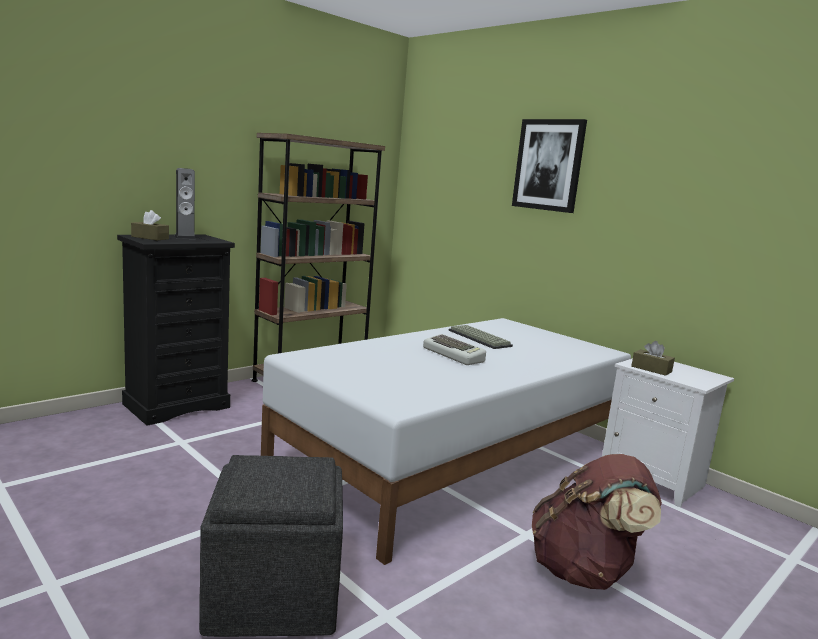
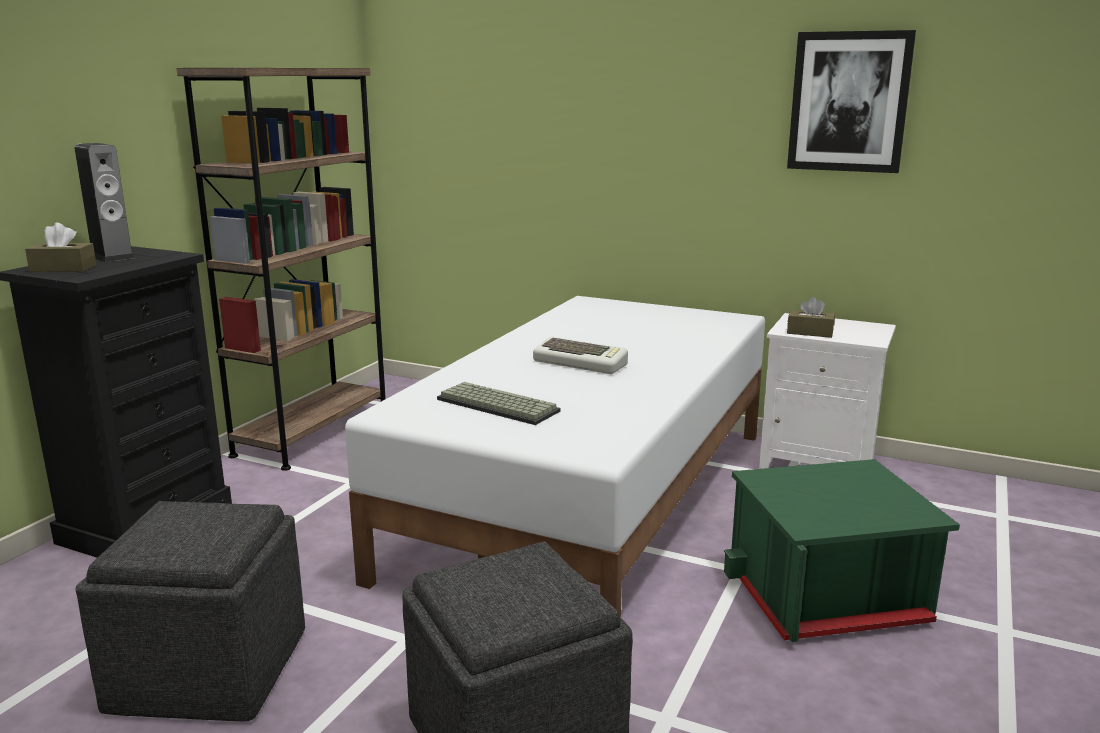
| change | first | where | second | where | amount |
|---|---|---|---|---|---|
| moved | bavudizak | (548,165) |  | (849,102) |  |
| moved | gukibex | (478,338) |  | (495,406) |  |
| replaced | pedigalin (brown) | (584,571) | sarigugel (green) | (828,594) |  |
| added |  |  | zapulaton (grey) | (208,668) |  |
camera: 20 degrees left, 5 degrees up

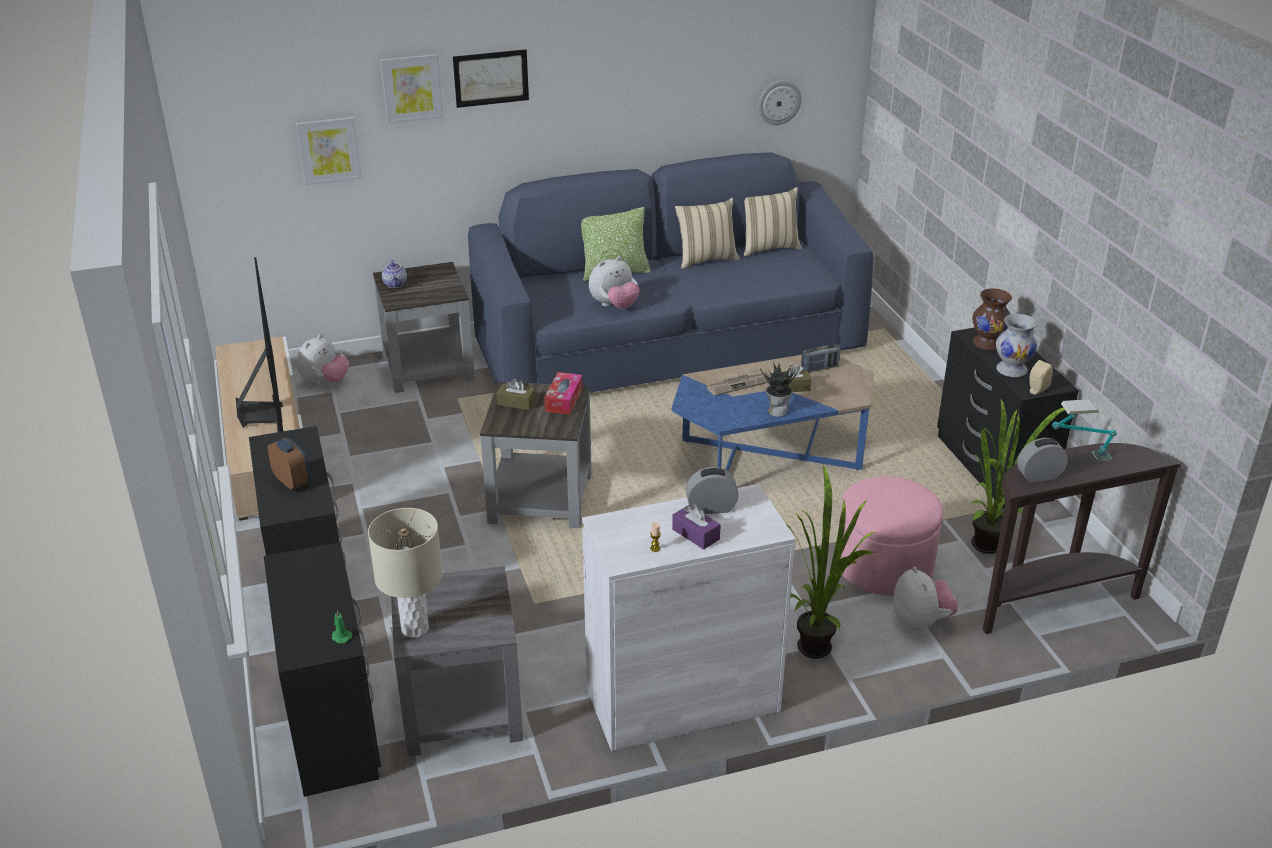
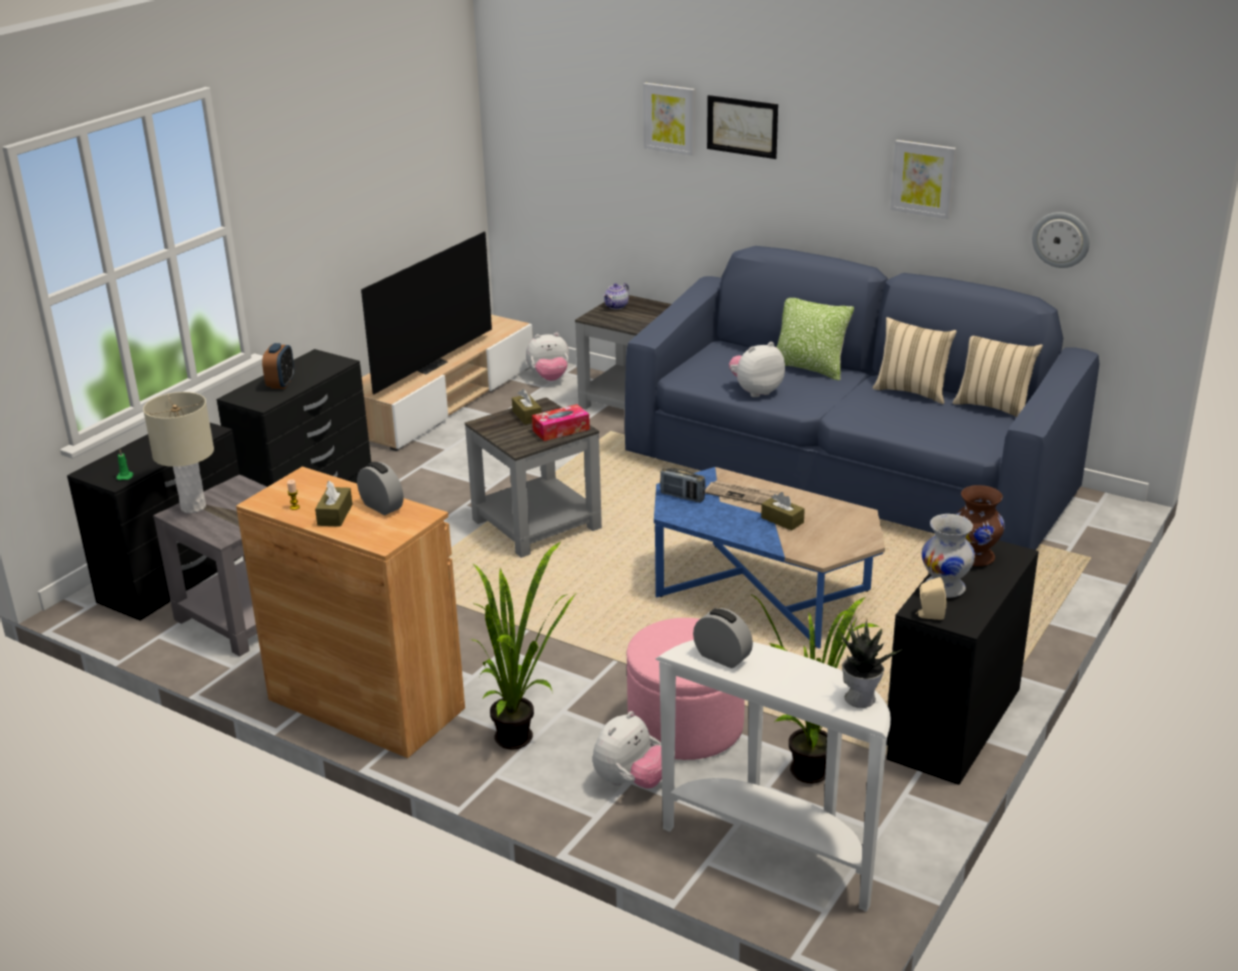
| change | first | where | second | where | amount |
|---|---|---|---|---|---|
| moved | bavudizak | (329,150) |  | (923,178) |  |
| turned | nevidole | (614,306) |  | (755,391) | 135 degrees clockwise |
| moved | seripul | (819,368) |  | (682,497) |  |
| moved | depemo | (777,410) |  | (861,697) |  |
| removed | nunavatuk | (1078,458) |  |  |  |
| recoloured | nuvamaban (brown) | (1050,601) | nuvamaban (white) | (774,850) |  |
| recoloured | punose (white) | (682,700) | punose (brown) | (366,704) |  |
| recoloured | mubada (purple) | (695,534) | mubada (brown) | (335,515) |  |
camera: 50 degrees right, 5 degrees down

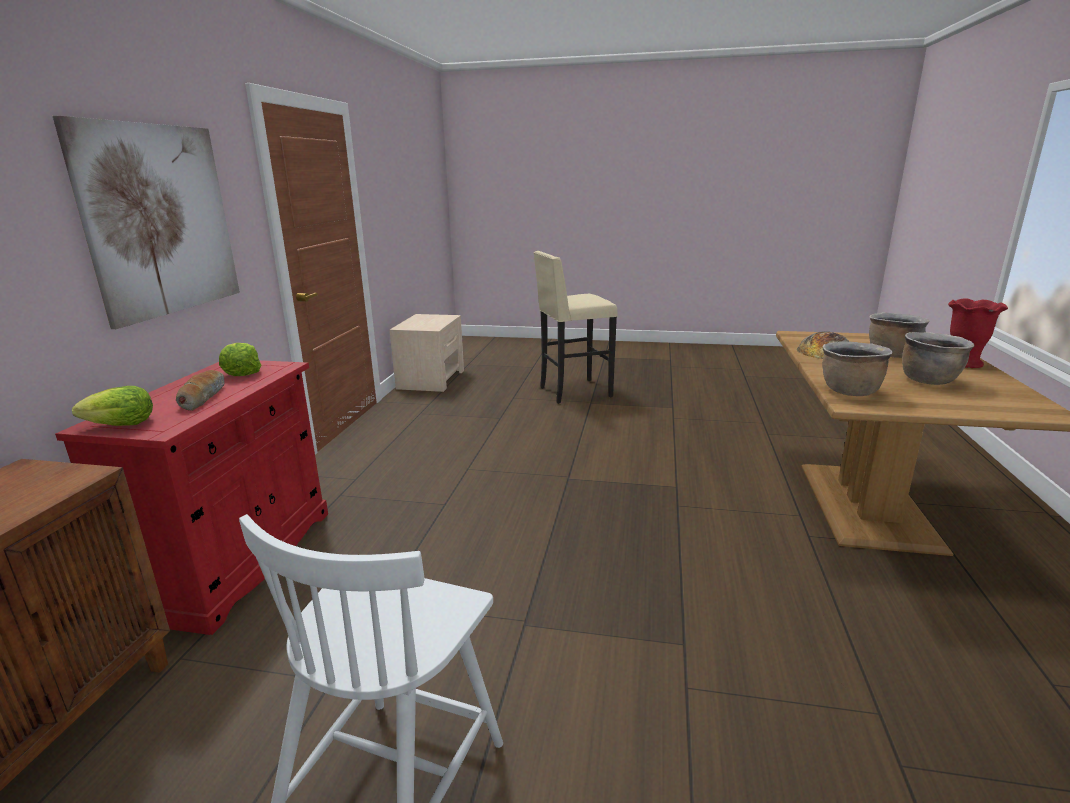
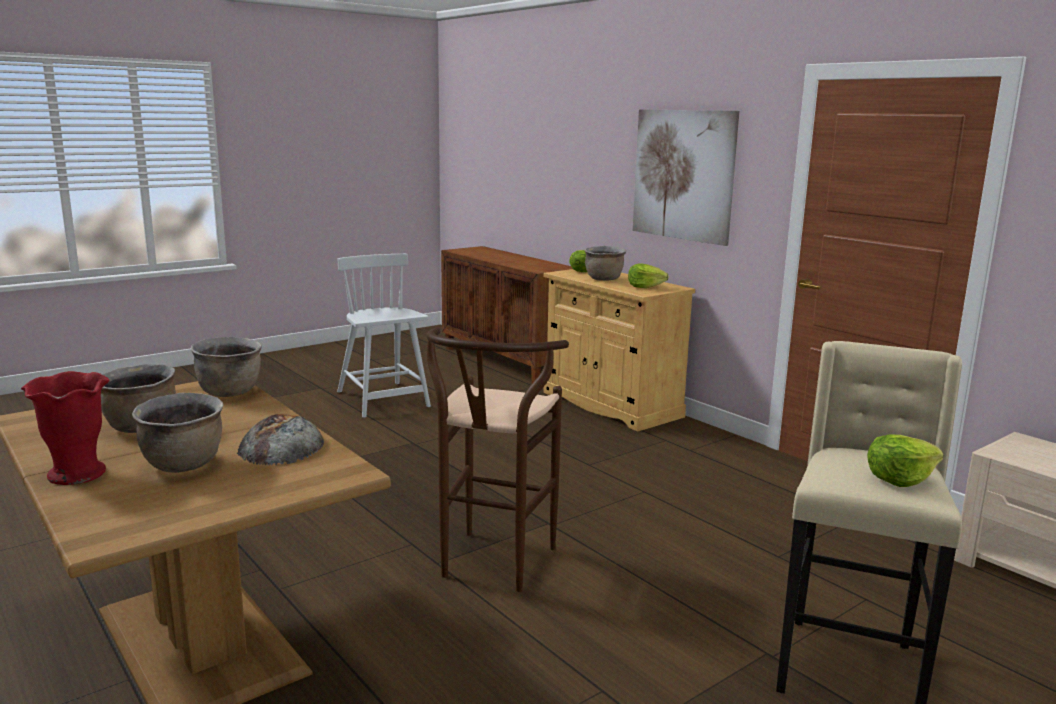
| change | first | where | second | where | amount |
|---|---|---|---|---|---|
| recoloured | punose (red) | (238,561) | punose (beige) | (611,404) |  |
| replaced | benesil | (202,397) | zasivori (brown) | (604,279) |  |
| added |  |  | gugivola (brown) | (492,567) |  |
| added |  |  | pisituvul | (899,479) |  |
camera: 130 degrees right, 5 degrees down

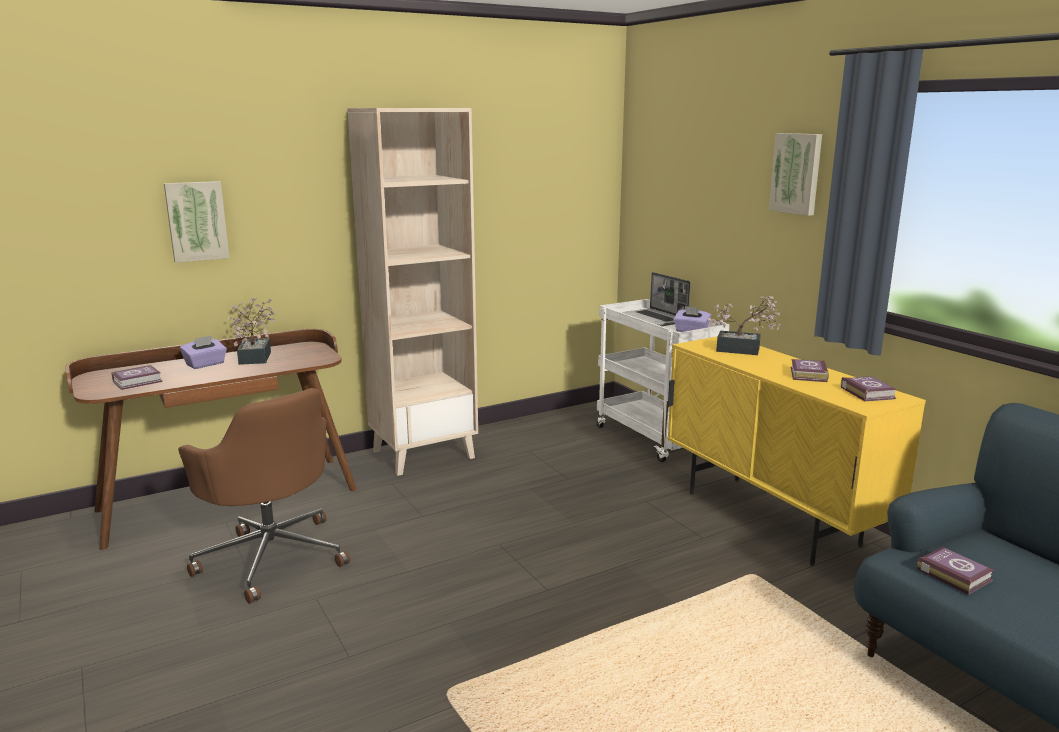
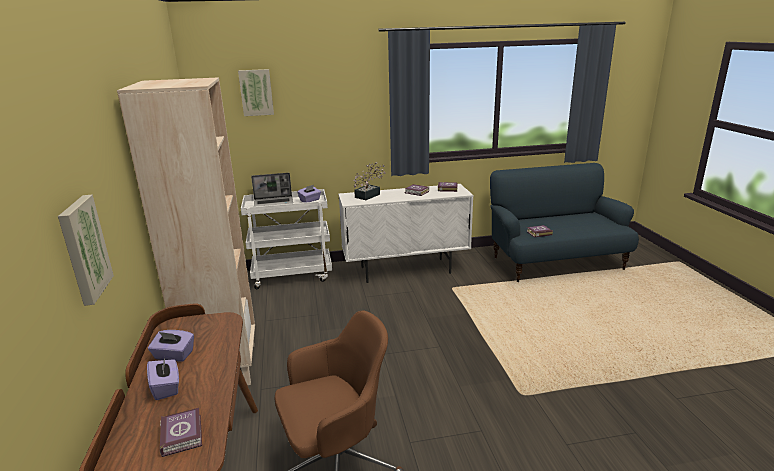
| change | first | where | second | where | amount |
|---|---|---|---|---|---|
| moved | bavudizak | (797,173) |  | (256,92) |  |
| replaced | depemo | (256,356) | mubada (purple) | (174,355) |  |
| recoloured | punose (yellow) | (771,518) | punose (white) | (406,270) |  |
camera: 70 degrees left, 5 degrees up

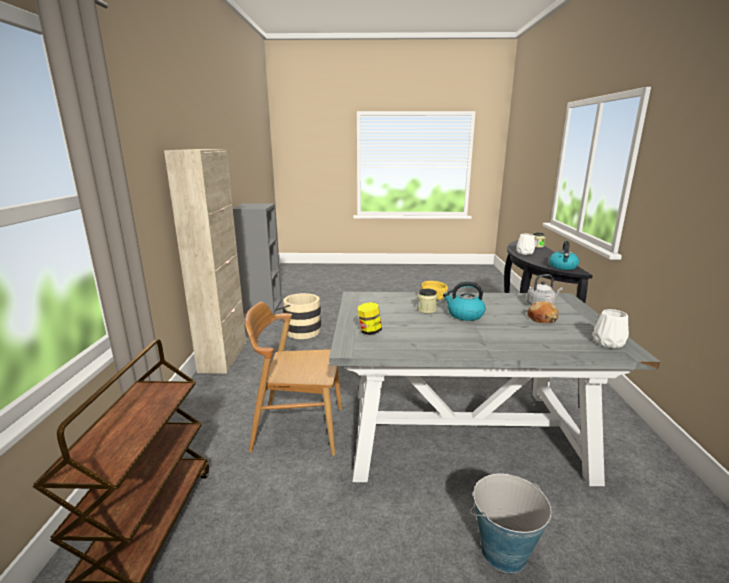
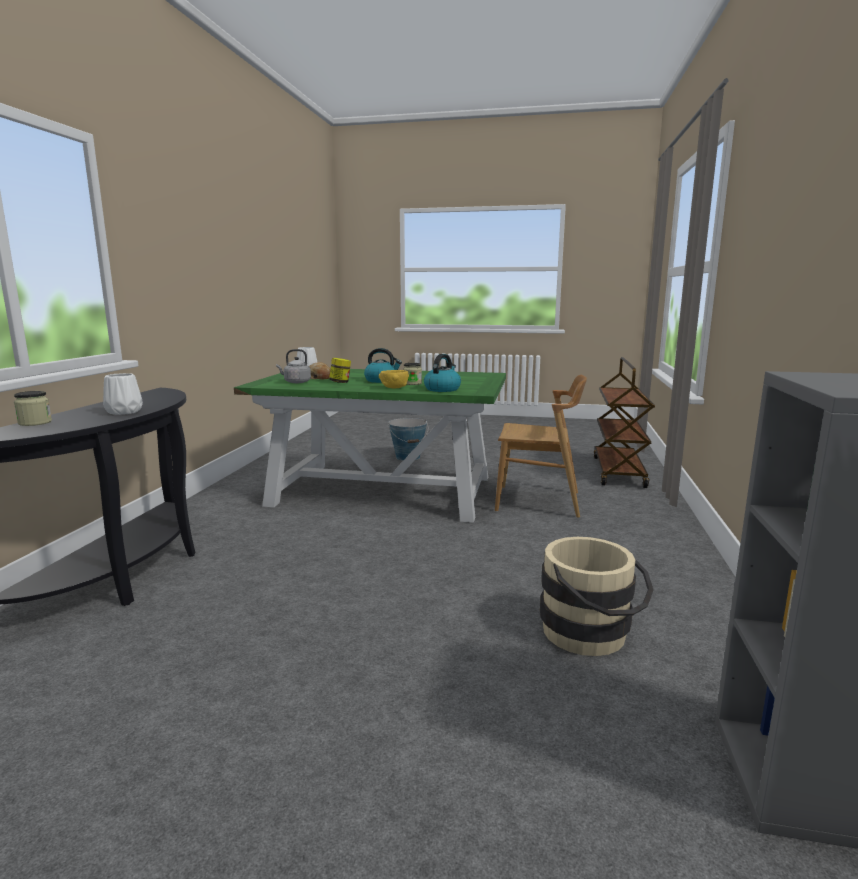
| change | first | where | second | where | amount |
|---|---|---|---|---|---|
| removed | punose (beige) | (223,357) |  |  |  |
| moved | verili | (563,267) |  | (442,389) |  |
| recoloured | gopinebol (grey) | (460,432) | gopinebol (green) | (384,491) |  |
| moved | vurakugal | (369,331) |  | (340,382) |  |
camera: 170 degrees left, 5 degrees down

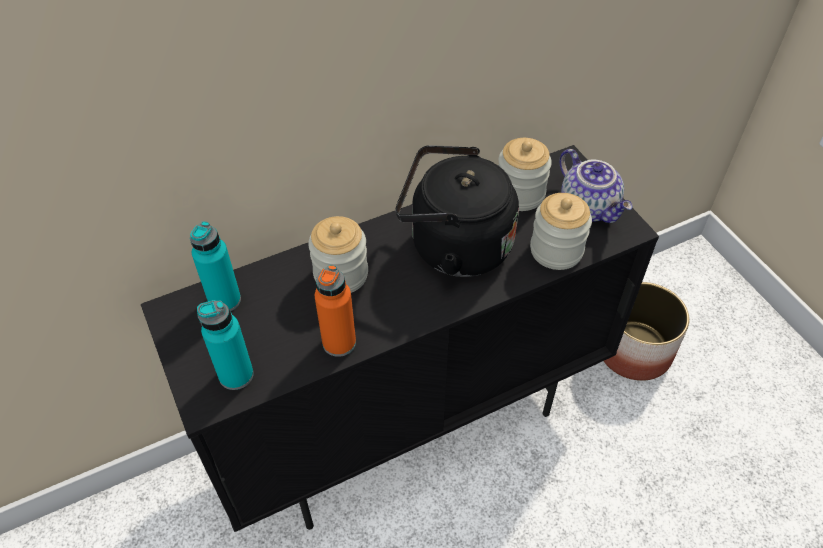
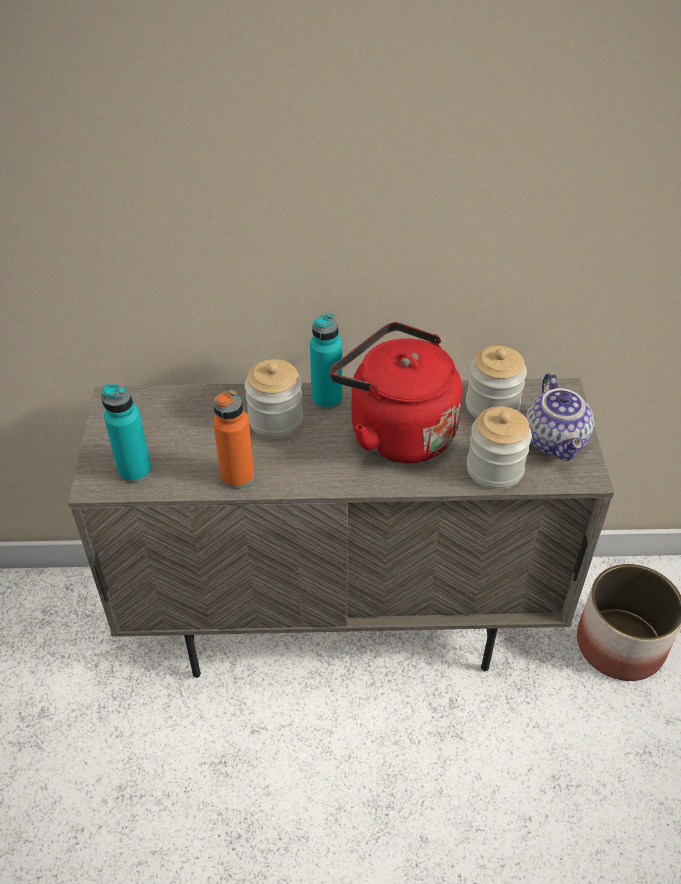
| change | first | where | second | where | amount |
|---|---|---|---|---|---|
| recoloured | punose (black) | (410,425) | punose (beige) | (341,623) |  |
| recoloured | verili (black) | (454,246) | verili (red) | (396,431) |  |
| moved | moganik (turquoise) | (224,300) |  | (326,399) |  |
camera: 25 degrees right, 5 degrees down

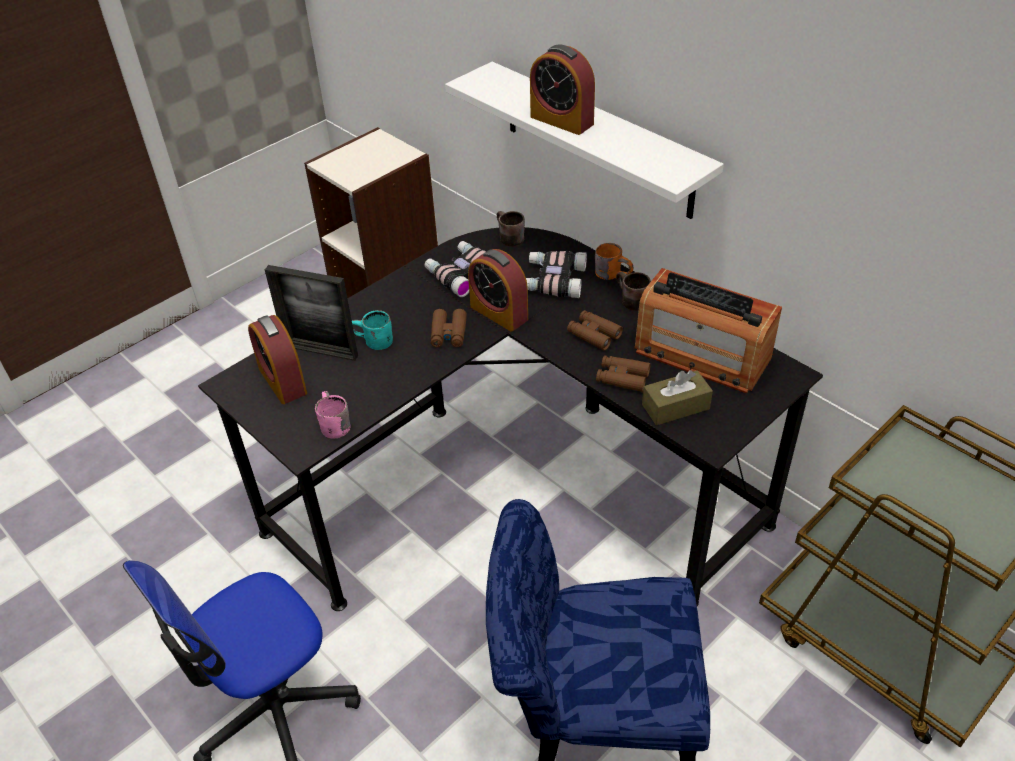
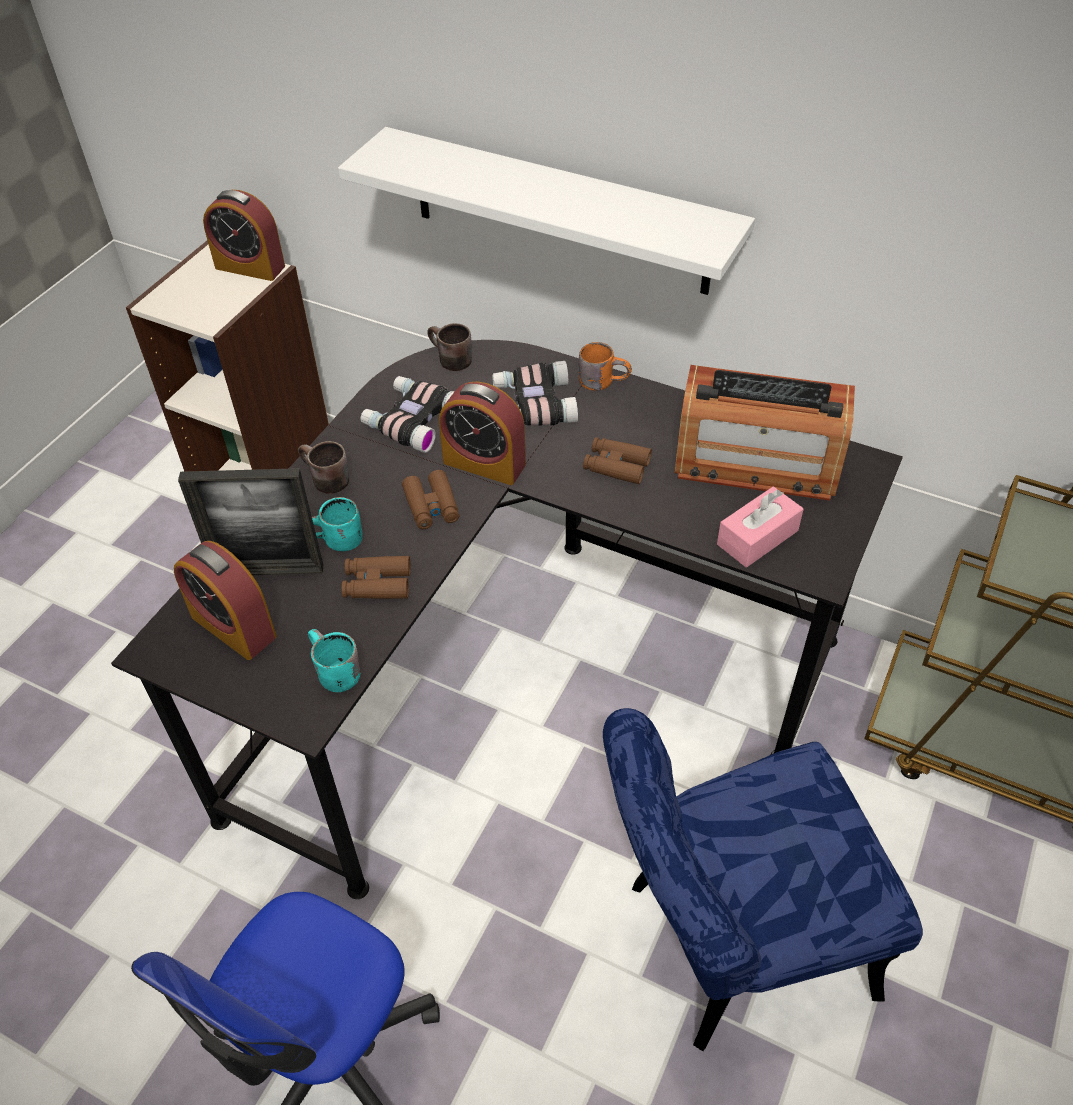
| change | first | where | second | where | amount |
|---|---|---|---|---|---|
| moved | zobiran | (561,120) |  | (250,267) |  |
| moved | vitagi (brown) | (629,301) |  | (323,481) |  |
| moved | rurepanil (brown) | (622,378) |  | (377,583) |  |
| recoloured | mubada (brown) | (675,407) | mubada (pink) | (757,537) |  |
| recoloured | vitagi (pink) | (331,425) | vitagi (turquoise) | (331,672) |  |
camera: 20 degrees left, 5 degrees up

